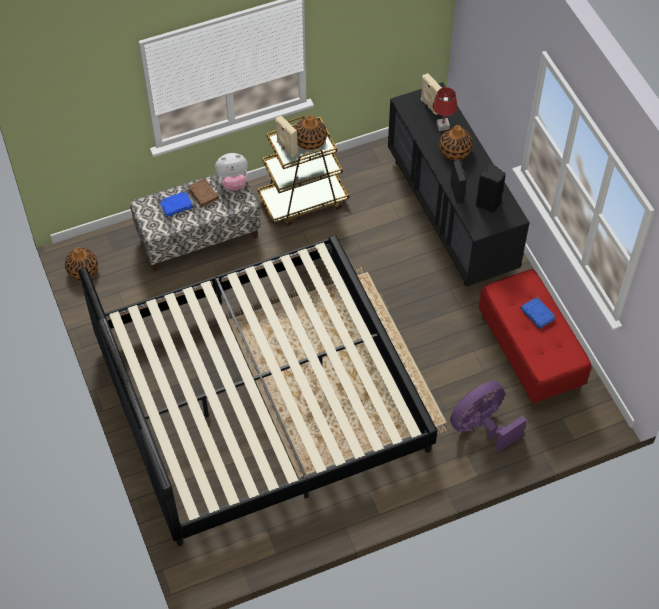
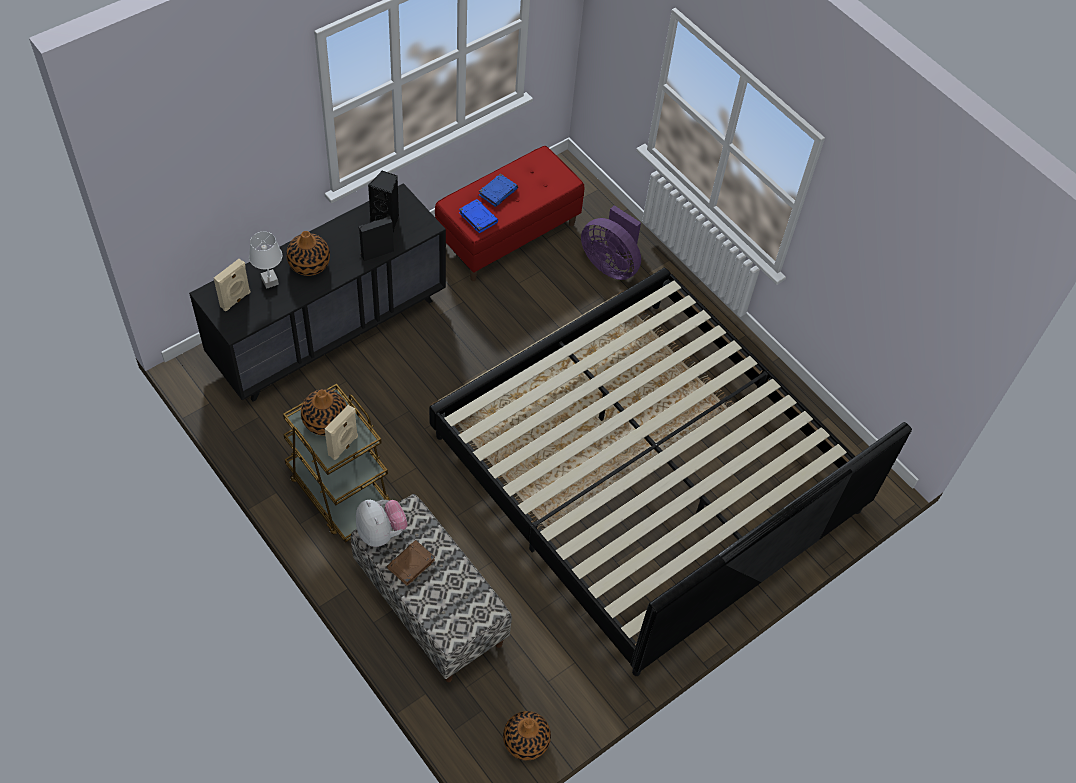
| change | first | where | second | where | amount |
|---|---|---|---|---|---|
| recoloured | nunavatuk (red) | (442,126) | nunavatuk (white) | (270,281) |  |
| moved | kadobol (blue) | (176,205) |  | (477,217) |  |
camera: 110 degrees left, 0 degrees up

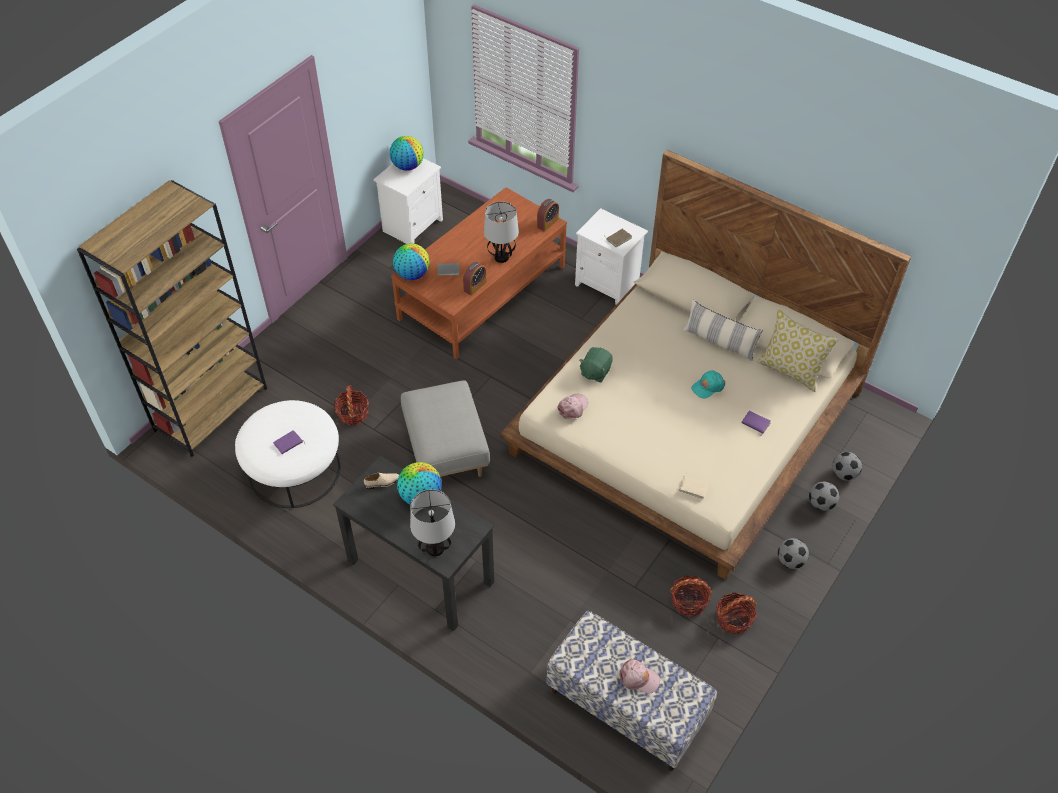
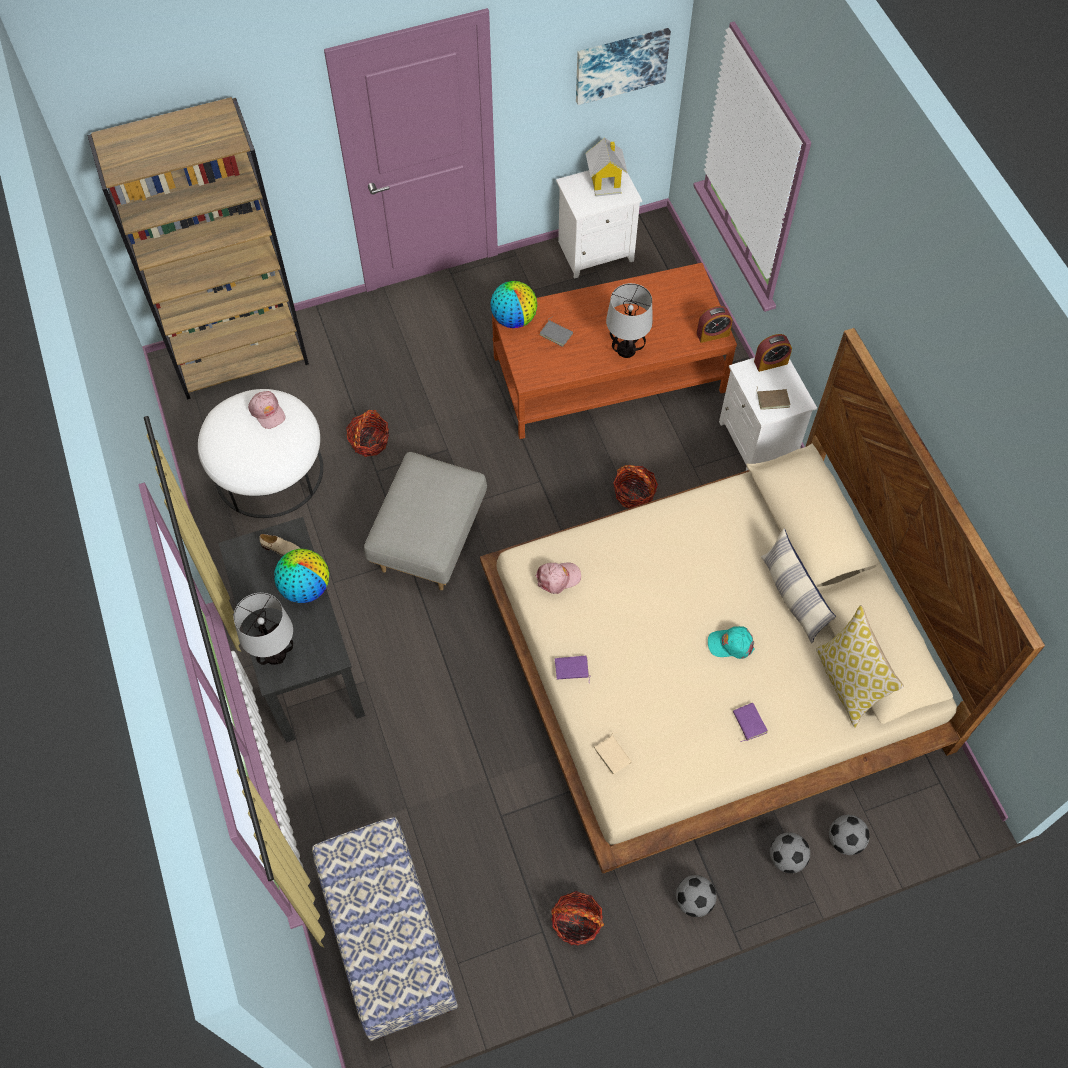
| change | first | where | second | where | amount |
|---|---|---|---|---|---|
| replaced | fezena | (407,166) | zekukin | (605,181) |  |
| moved | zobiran | (475,286) |  | (770,362) |  |
| removed | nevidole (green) | (595,372) |  |  |  |
| moved | kadobol (purple) | (288,444) |  | (571,669) |  |
| moved | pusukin | (689,601) |  | (634,494) |  |
| moved | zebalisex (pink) | (639,678) |  | (267,412) |  |
| added |  |  | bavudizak | (621,64) |  |
camera: 35 degrees right, 10 degrees up

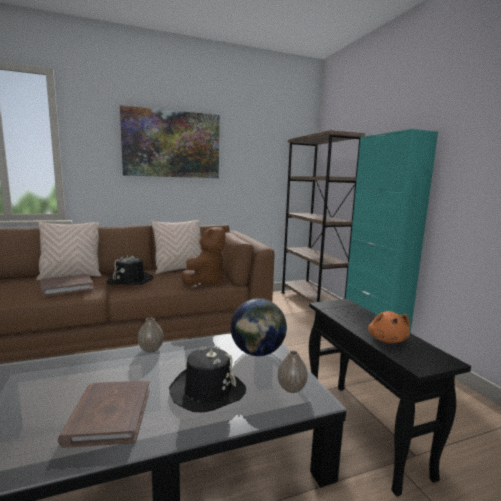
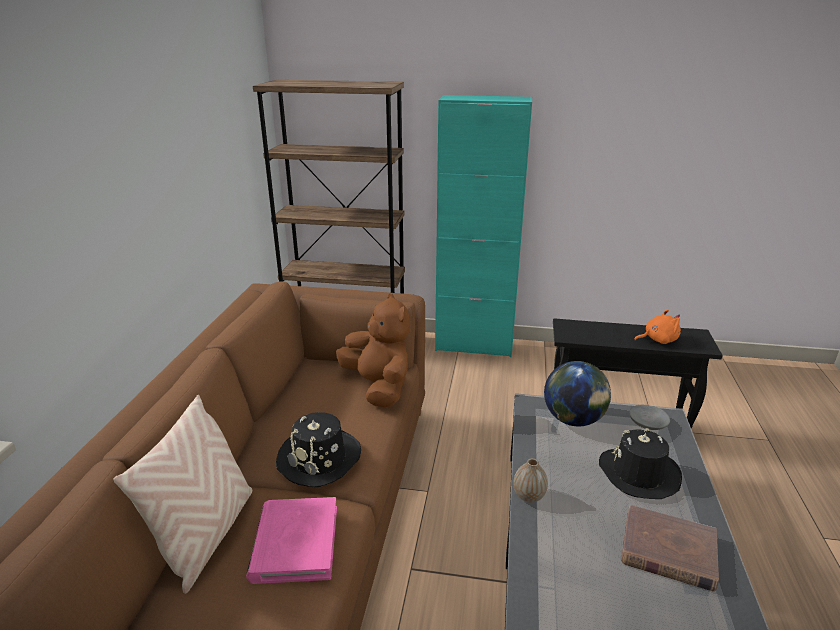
| change | first | where | second | where | amount |
|---|---|---|---|---|---|
| removed | bavudizak | (172,144) |  |  |  |
| removed | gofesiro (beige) | (179,269) |  |  |  |
| recoloured | kadobol (brown) | (66,287) | kadobol (pink) | (295,543) |  |
| turned | nevidole (orange) | (387,339) |  | (658,340) | 45 degrees counterclockwise |
| replaced | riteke | (291,388) | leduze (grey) | (648,423) |  |
camera: 60 degrees left, 15 degrees up

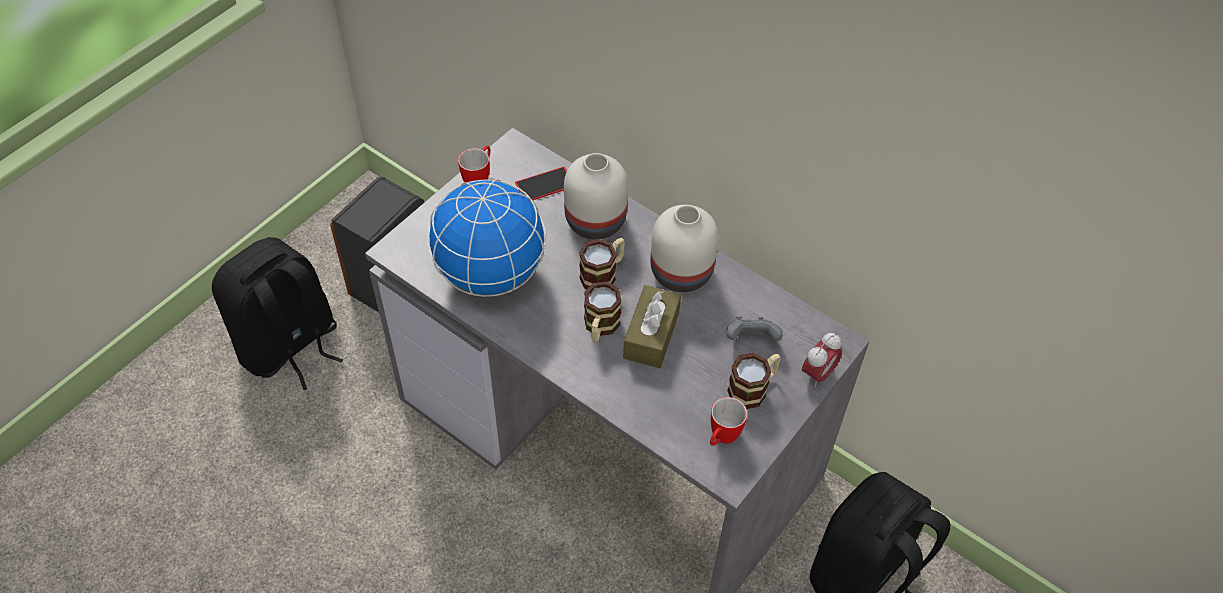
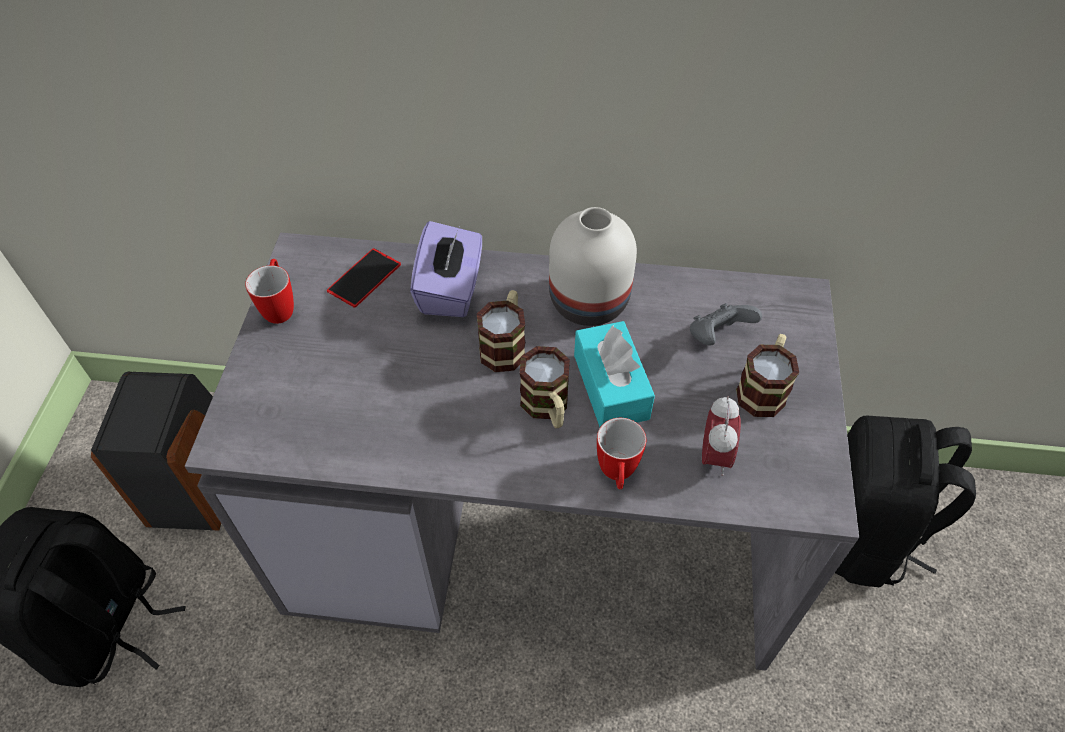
| change | first | where | second | where | amount |
|---|---|---|---|---|---|
| replaced | riteke (white) | (595,219) | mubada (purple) | (451,289) |  |
| removed | fezena | (491,274) |  |  |  |
| recoloured | mubada (brown) | (651,335) | mubada (turquoise) | (611,386) |  |
| moved | zobiran | (818,374) |  | (714,456) |  |
| moved | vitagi | (721,439) |  | (617,475) |  |
camera: 30 degrees left, 0 degrees up

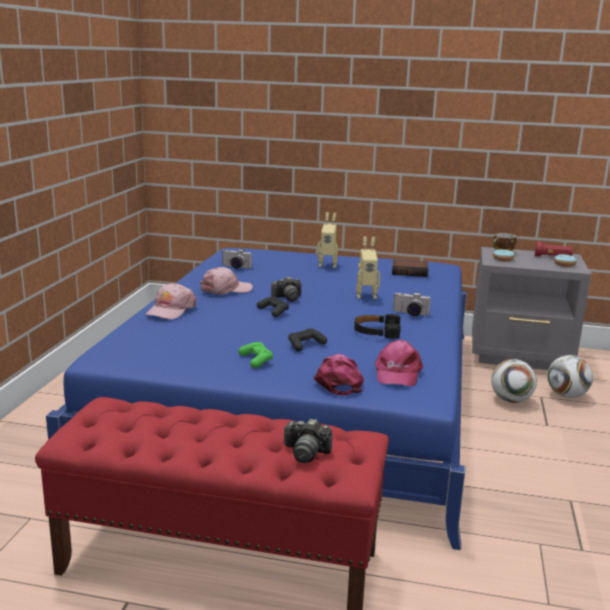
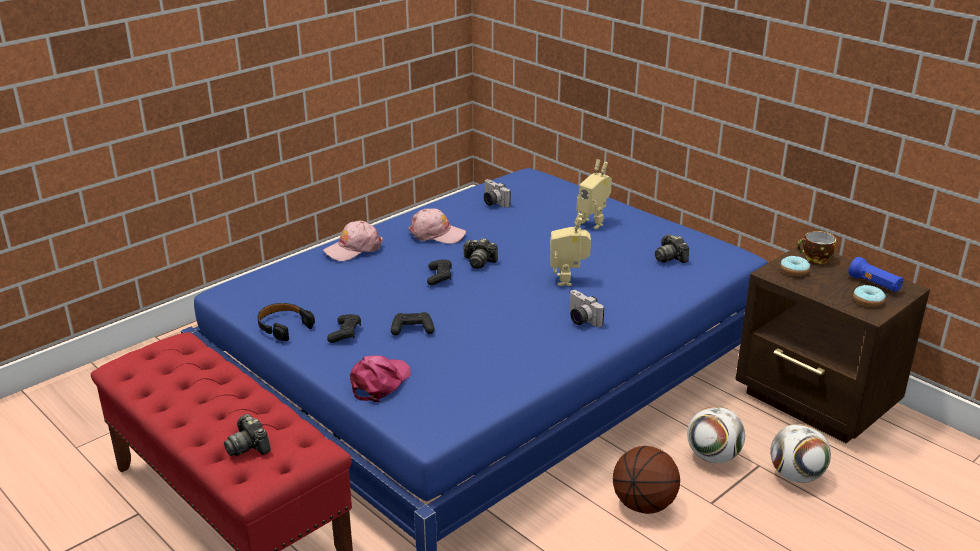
| change | first | where | second | where | amount |
|---|---|---|---|---|---|
| turned | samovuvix | (366,295) |  | (568,280) | 60 degrees clockwise |
| recoloured | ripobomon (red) | (552,257) | ripobomon (blue) | (874,284) |  |
| recoloured | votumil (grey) | (521,356) | votumil (brown) | (817,402) |  |
| replaced | kadobol | (410,272) | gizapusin | (670,258) |  |
| moved | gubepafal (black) | (376,331) |  | (283,326) |  |
| removed | zebalisex (pink) | (397,373) |  |  |  |
| recoloured | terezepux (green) | (256,360) | terezepux (black) | (345,333) |  |
| added |  |  | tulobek | (643,504) |  |
camera: 35 degrees right, 10 degrees up

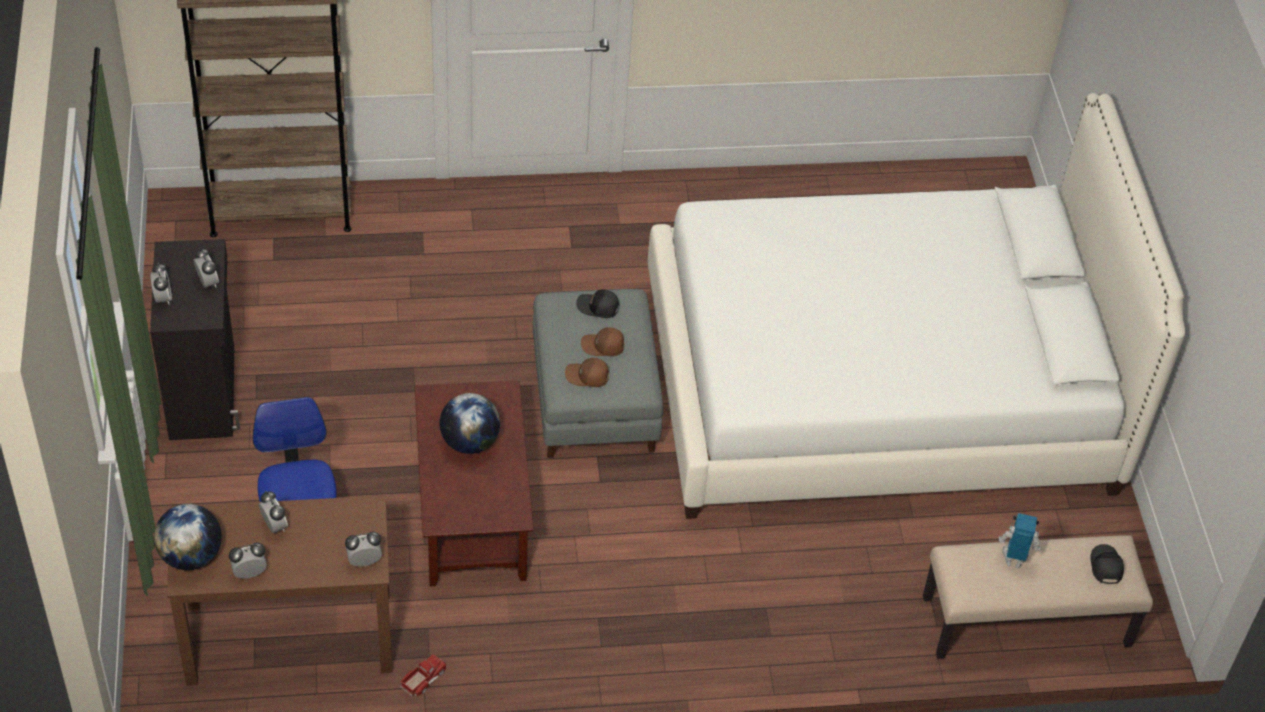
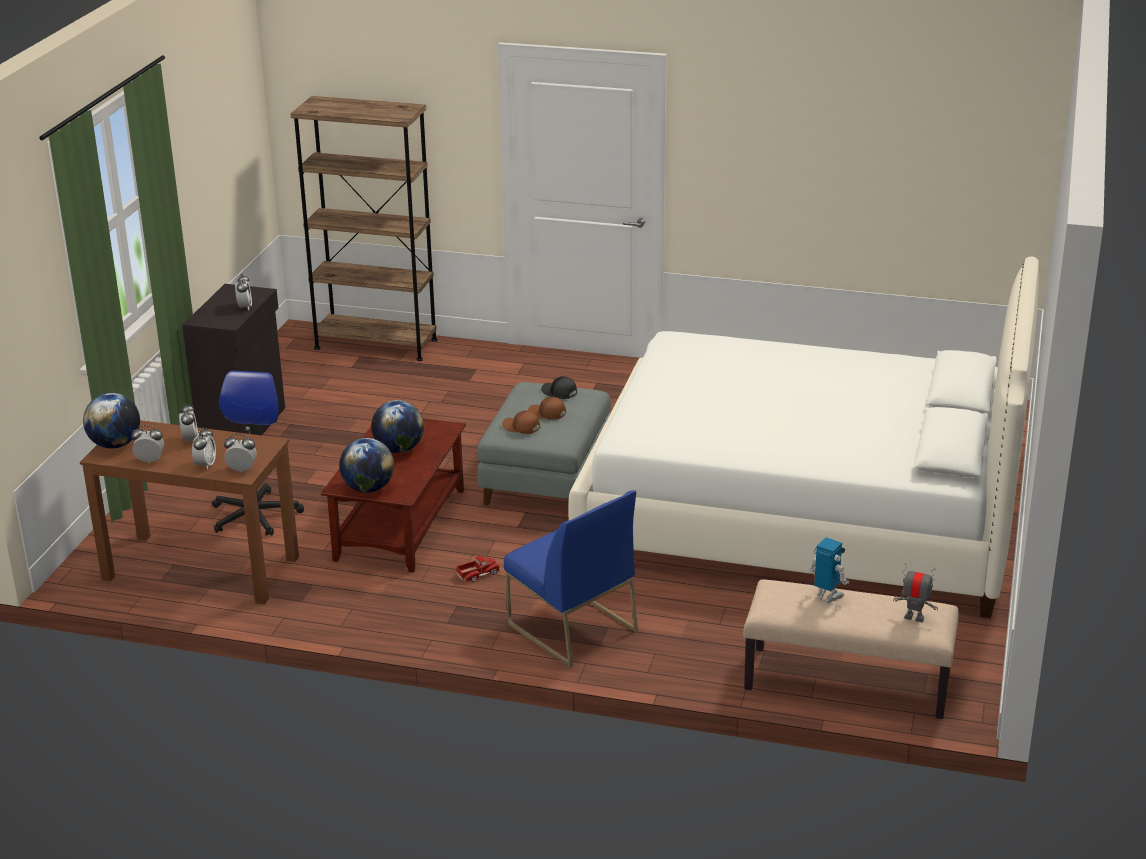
| change | first | where | second | where | amount |
|---|---|---|---|---|---|
| moved | zobiran | (163,298) |  | (205,465) |  |
| replaced | zebalisex (black) | (1105,566) | samovuvix | (914,617) |  |
| moved | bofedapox | (423,678) |  | (478,574) |  |
| added |  |  | fezena | (368,488) |  |
| added |  |  | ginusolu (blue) | (571,628) |  |
camera: 25 degrees right, 20 degrees down

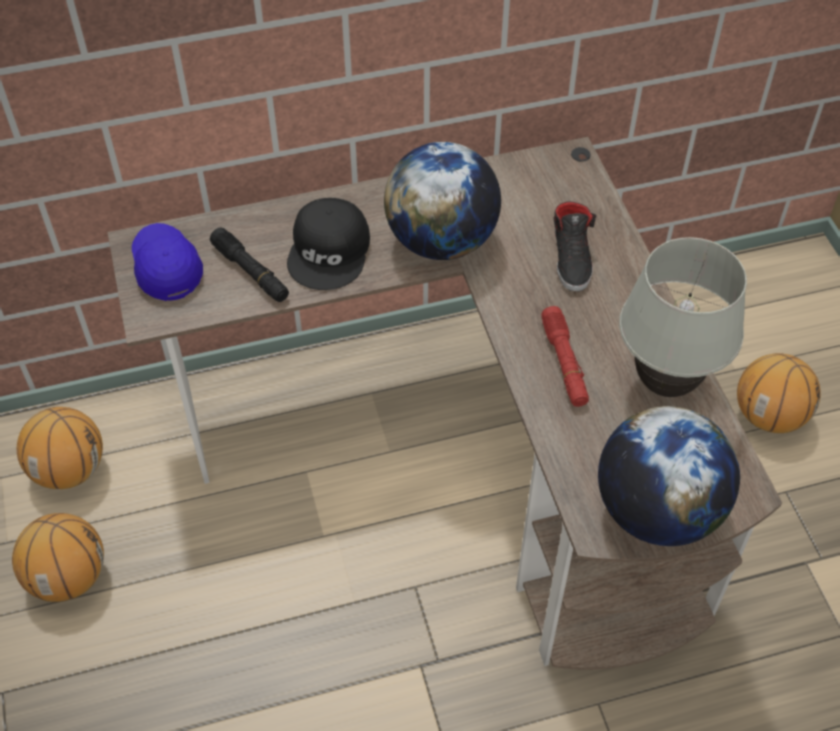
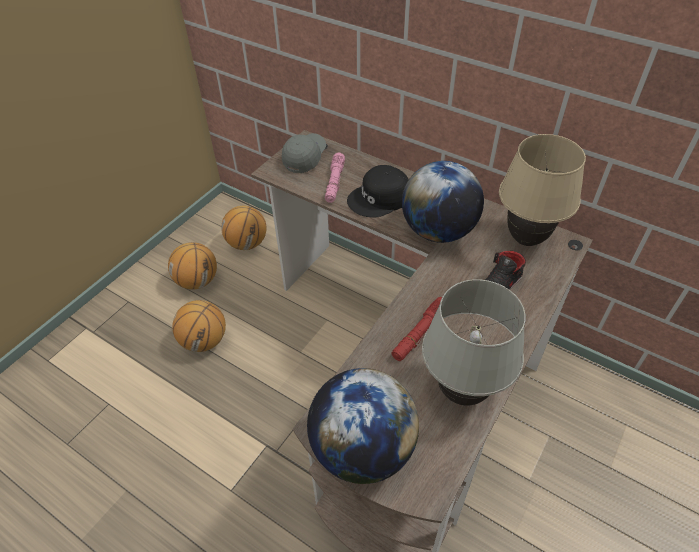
| change | first | where | second | where | amount |
|---|---|---|---|---|---|
| recoloured | zebalisex (blue) | (166,269) | zebalisex (grey) | (305,158) |  |
| recoloured | ripobomon (black) | (250,272) | ripobomon (pink) | (334,182) |  |
| moved | tulobek | (769,415) |  | (204,341) |  |
| added |  |  | nunavatuk (beige) | (526,239) |  |
camera: 50 degrees right, 5 degrees down

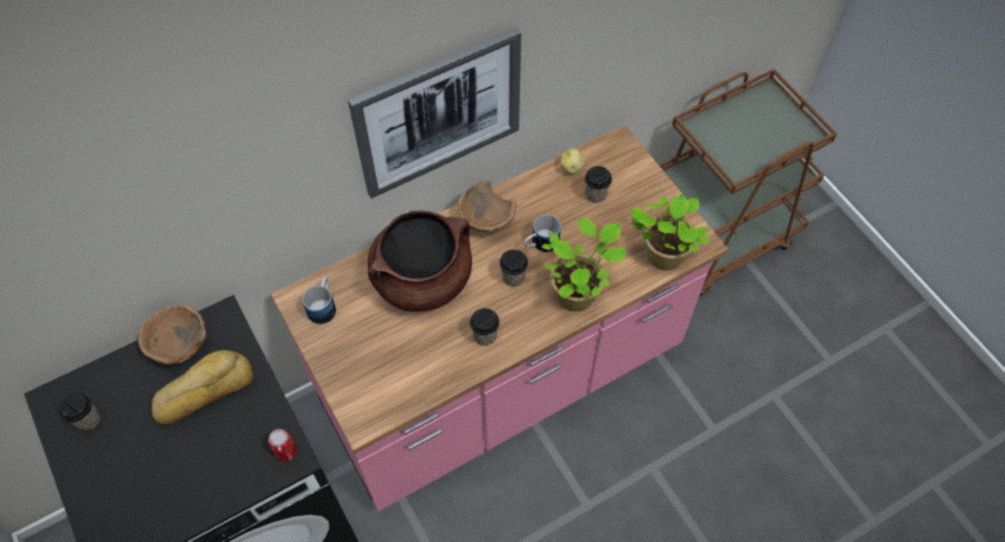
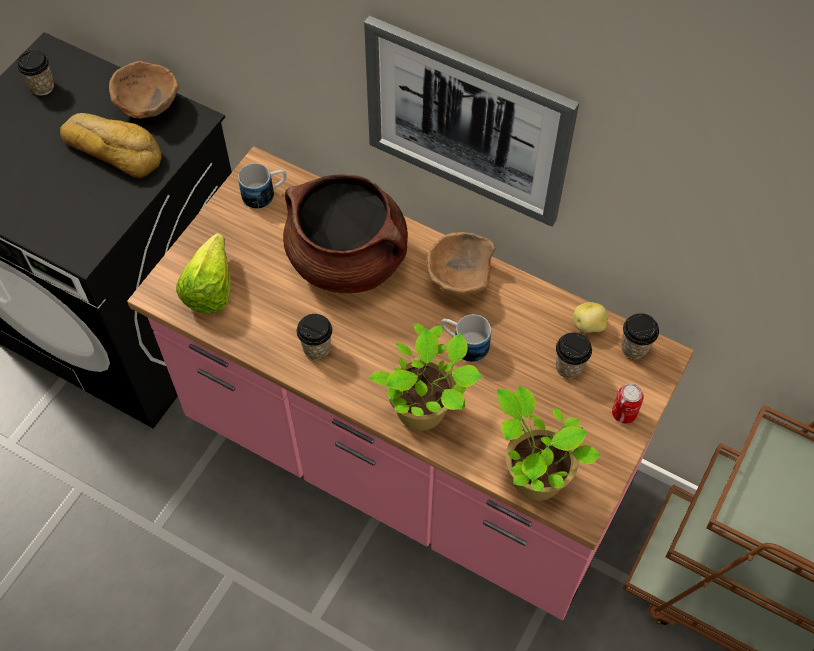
| change | first | where | second | where | amount |
|---|---|---|---|---|---|
| moved | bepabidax | (513,277) |  | (634,348) |  |
| moved | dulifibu | (286,451) |  | (624,413) |  |
| added |  |  | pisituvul | (214,283) |  |
camera: 60 degrees right, 0 degrees up

